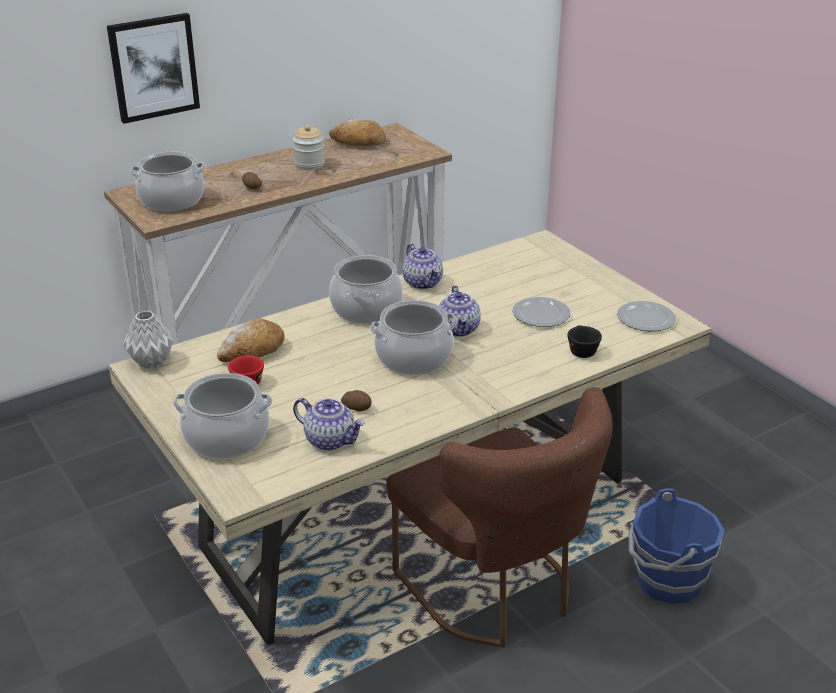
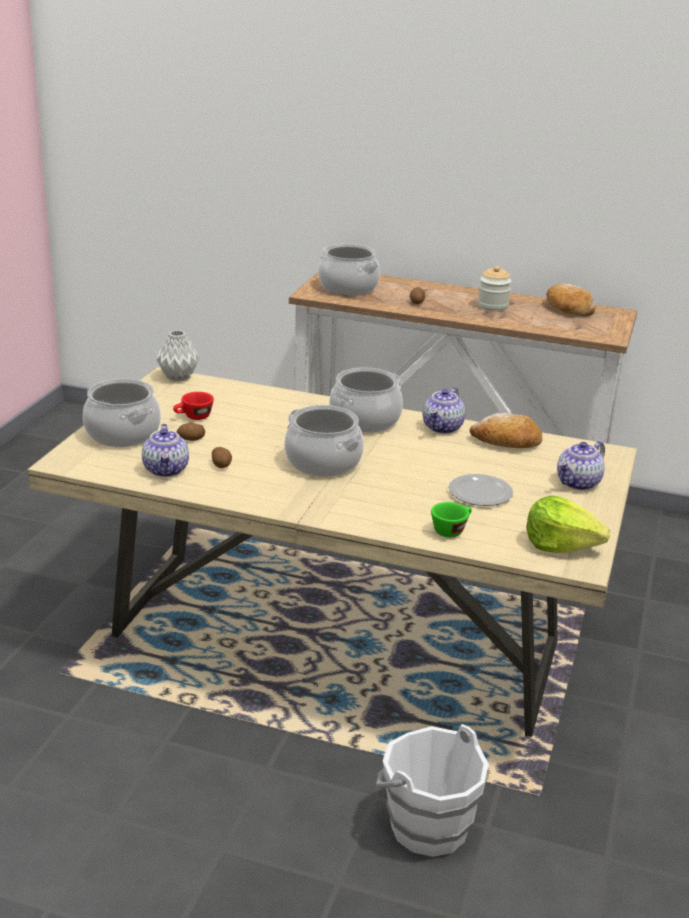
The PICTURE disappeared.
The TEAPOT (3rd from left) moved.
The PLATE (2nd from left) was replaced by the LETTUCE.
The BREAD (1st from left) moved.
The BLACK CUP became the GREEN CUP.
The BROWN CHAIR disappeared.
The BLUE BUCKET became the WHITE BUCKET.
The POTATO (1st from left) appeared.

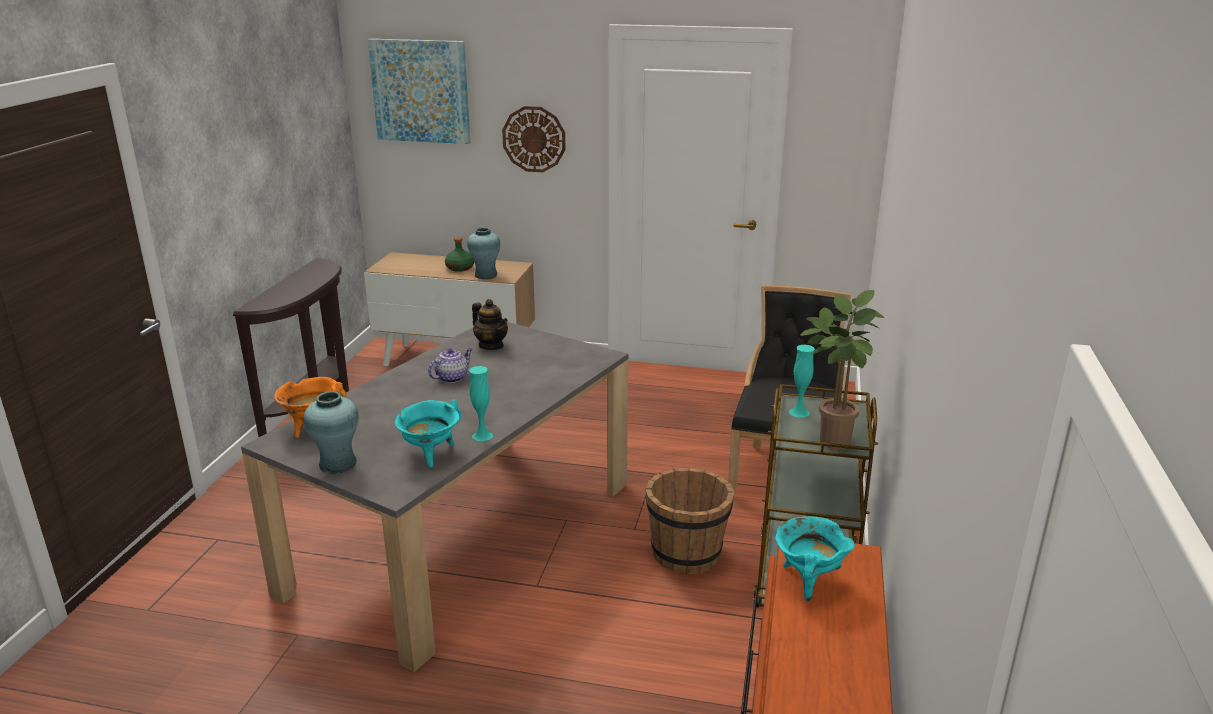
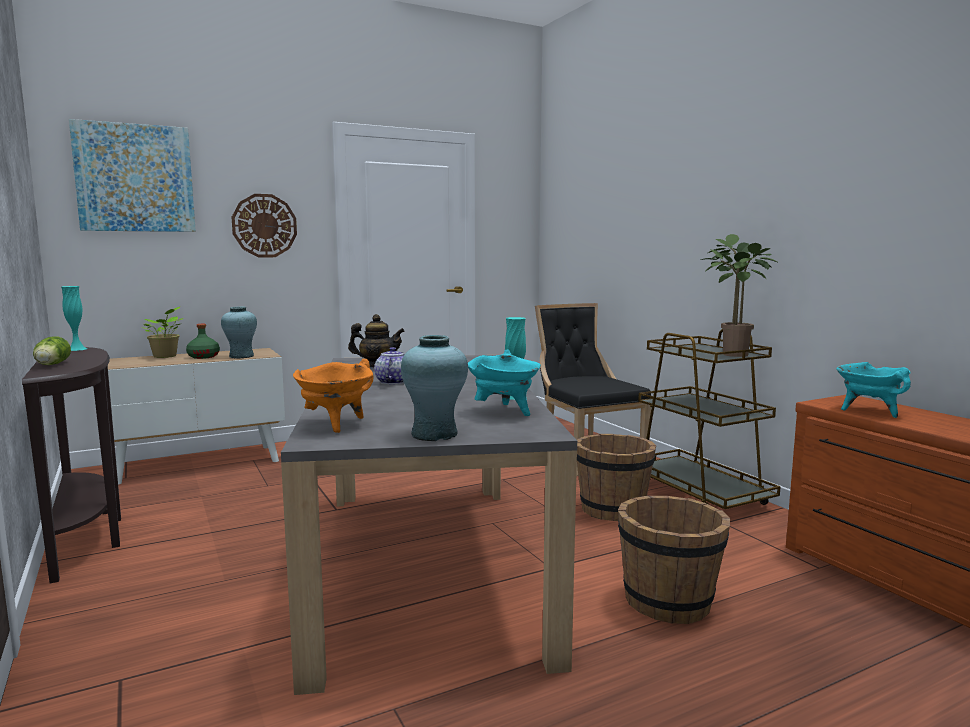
The TURQUOISE VASE (4th from left in the first image) moved.
The POTTED PLANT (1st from left) appeared.
The LETTUCE appeared.
The BROWN BUCKET (2nd from left) appeared.

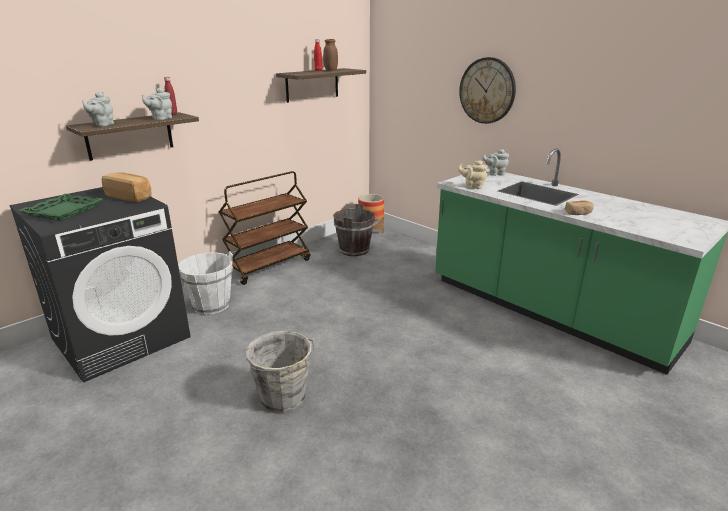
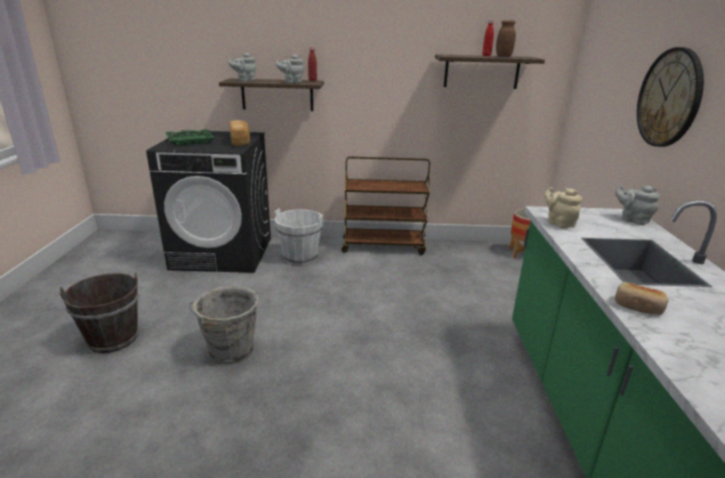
The BROWN BUCKET moved.

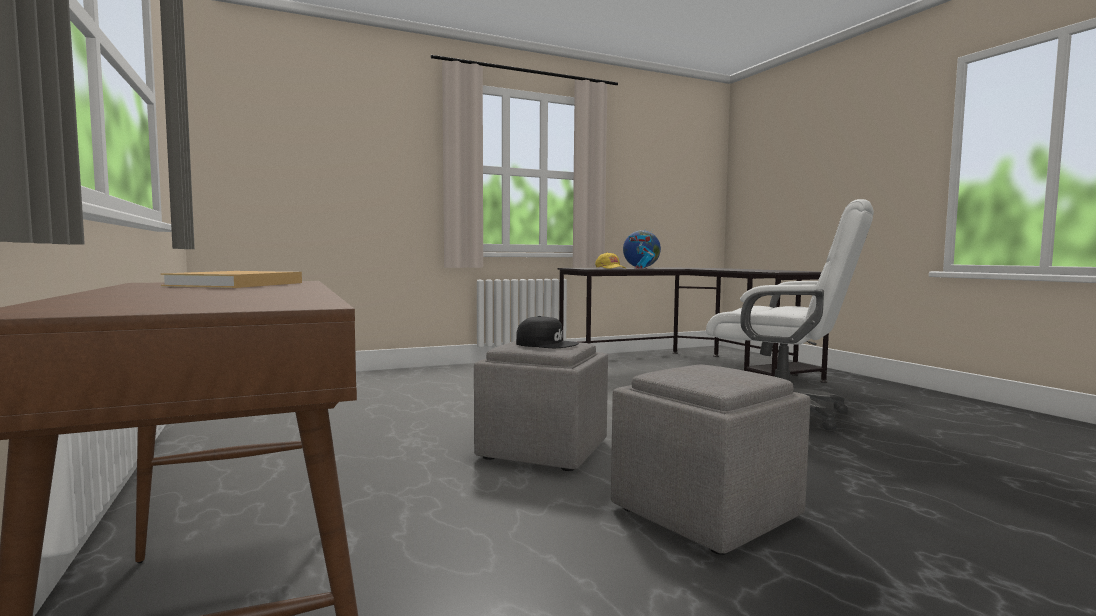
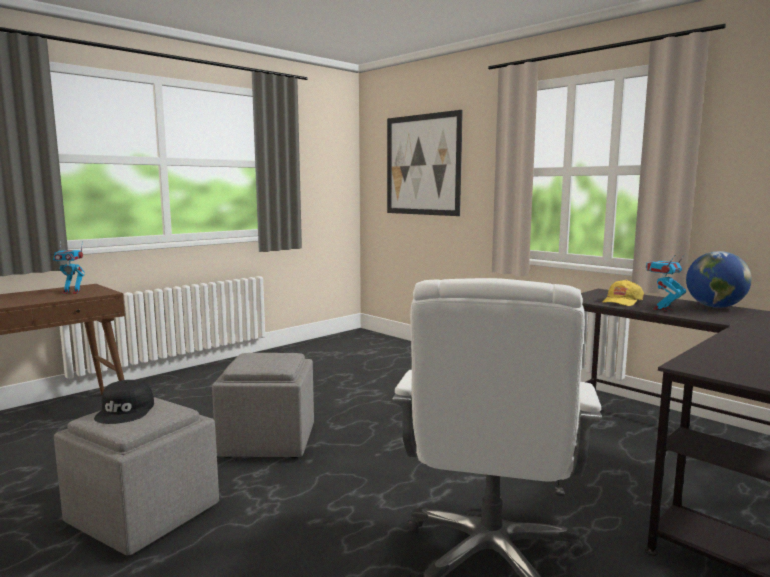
The BEIGE BOOK was replaced by the TOY ROBOT (1st from left).
The BLACK CAP moved.
The PICTURE appeared.

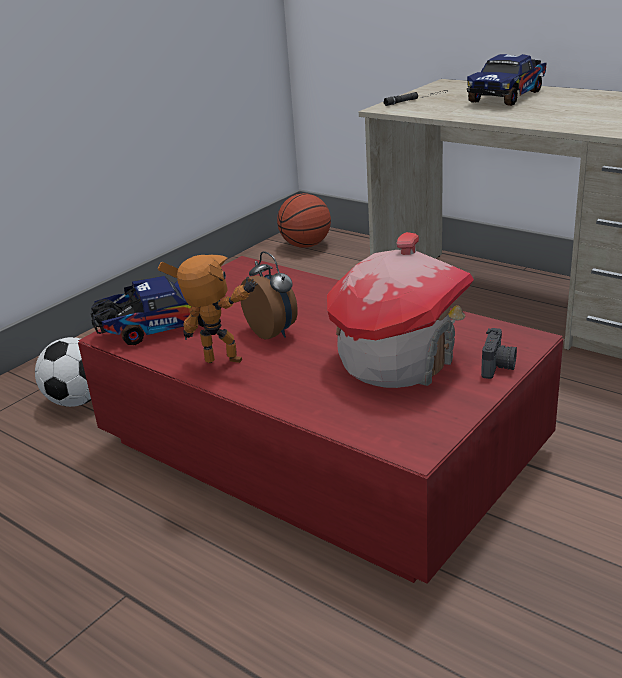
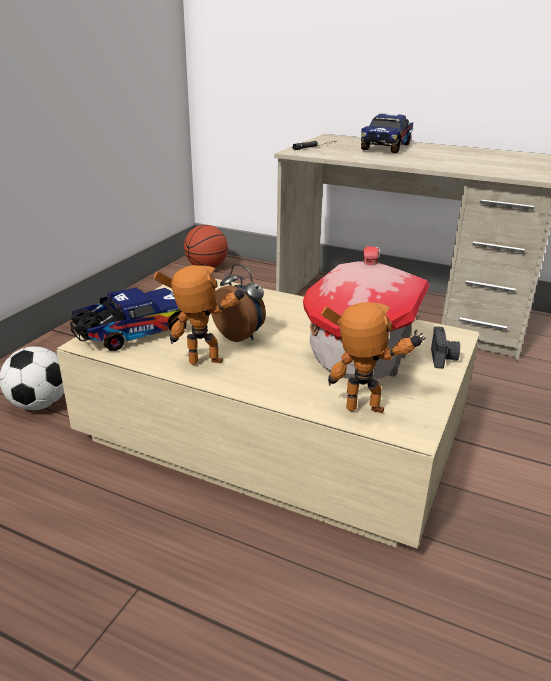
The RED COFFEE TABLE became the BEIGE COFFEE TABLE.
The TOY ROBOT (2nd from left) appeared.

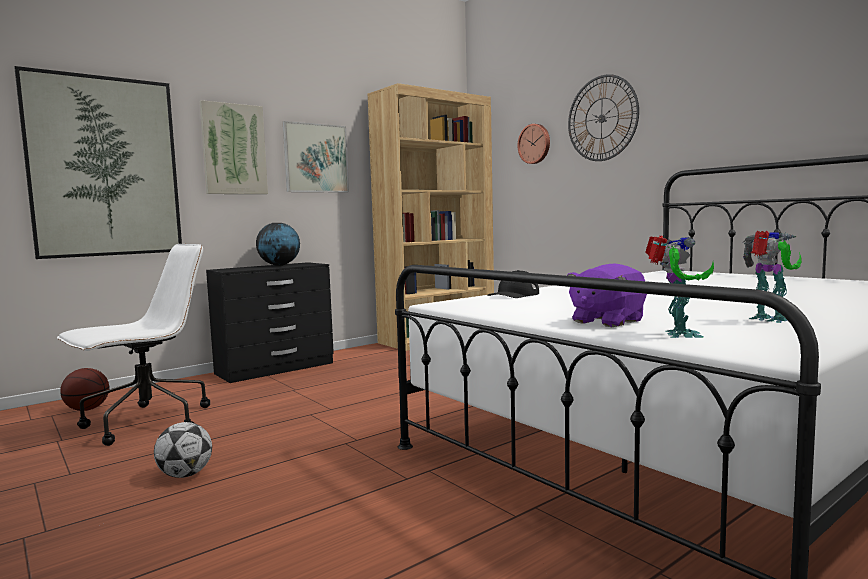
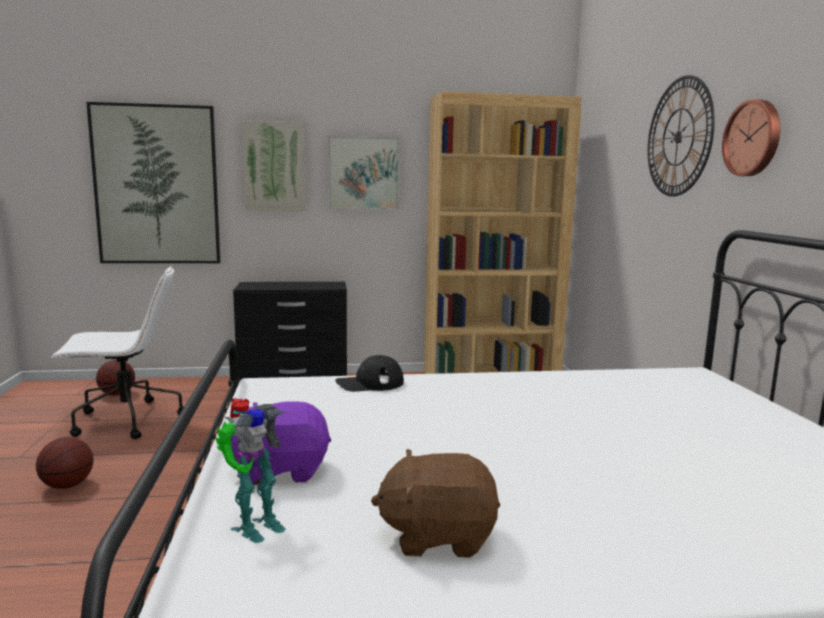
The WALL CLOCK (1st from left in the first image) moved.
The GLOBE disappeared.
The TOY ROBOT (2nd from left) was replaced by the BROWN PLUSH TOY.
The FOOTBALL was replaced by the BASKETBALL (1st from left).

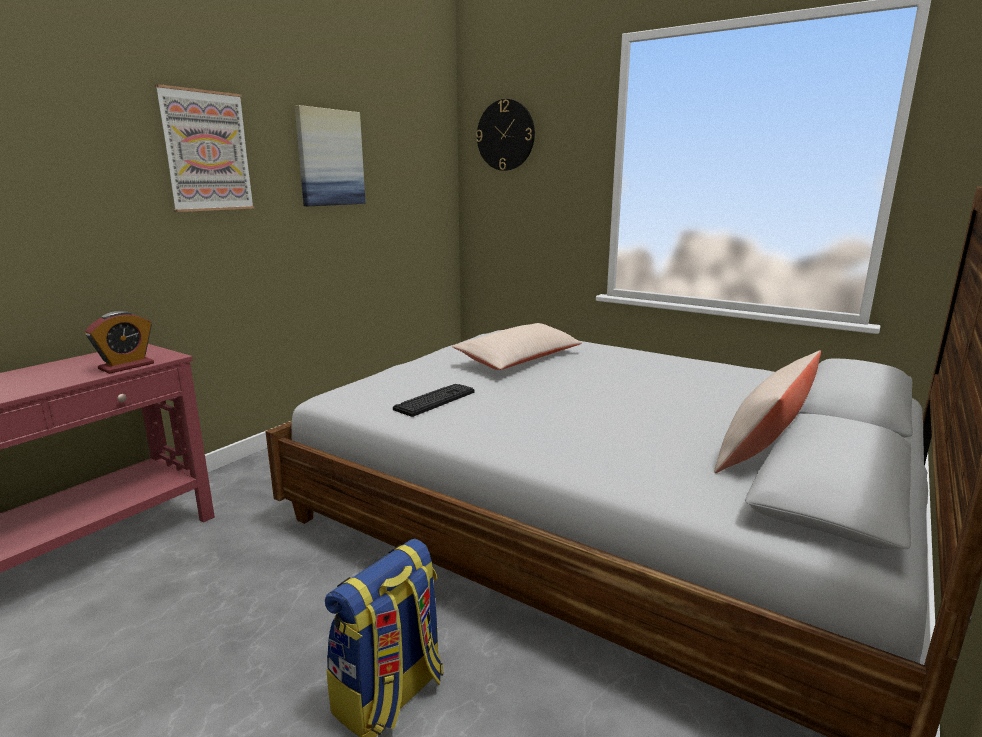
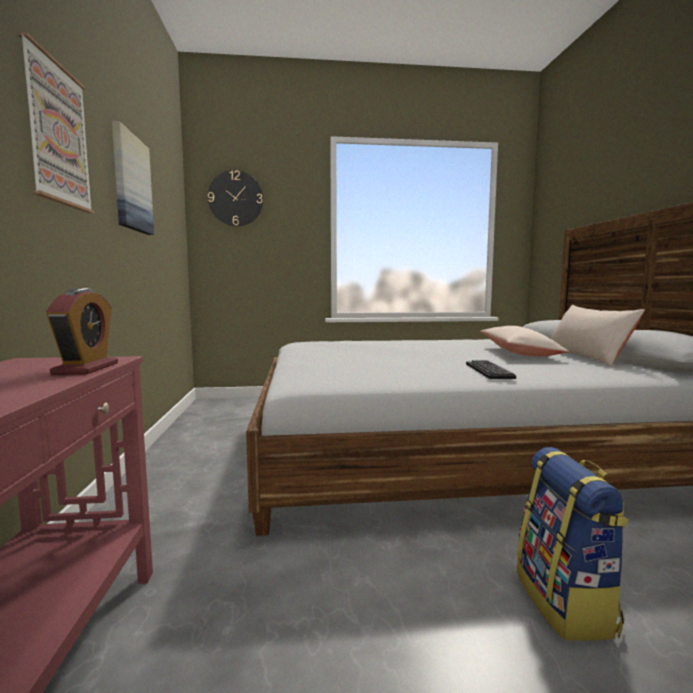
The BEIGE PILLOW (1st from left) moved.
The KEYBOARD moved.

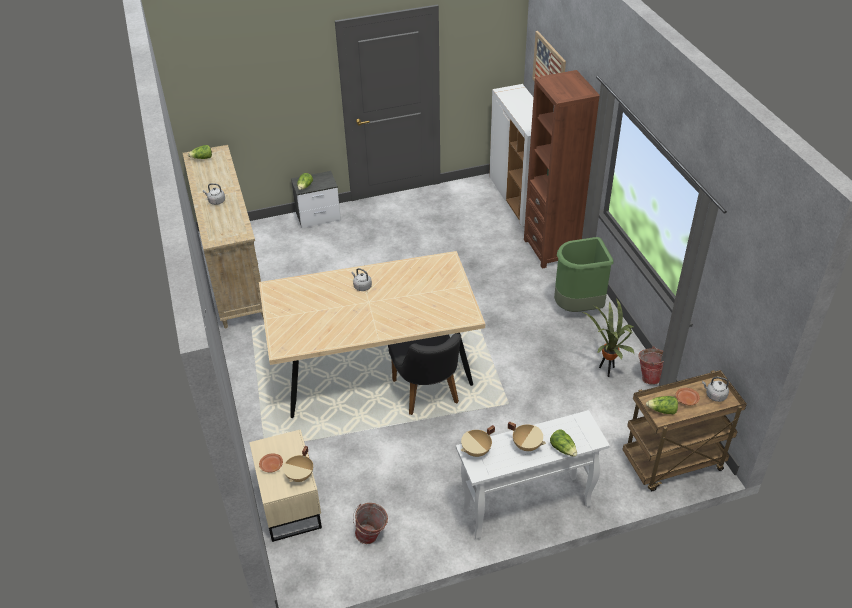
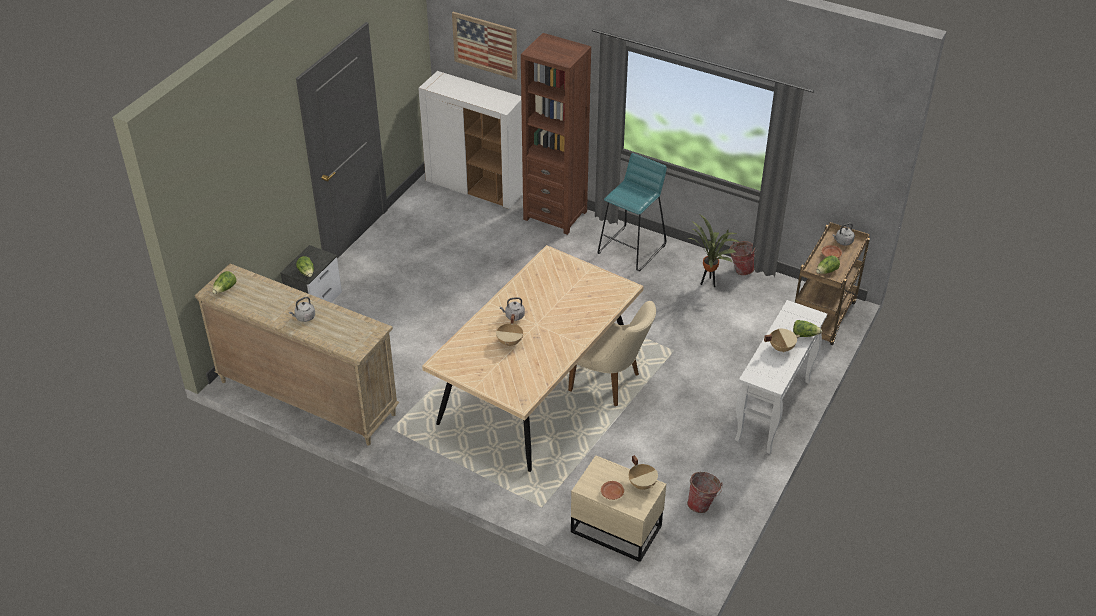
The GREEN TRASH CAN was replaced by the TURQUOISE STOOL.
The BLACK CHAIR became the BEIGE CHAIR.
The BEIGE COOKING POT (2nd from left in the first image) moved.

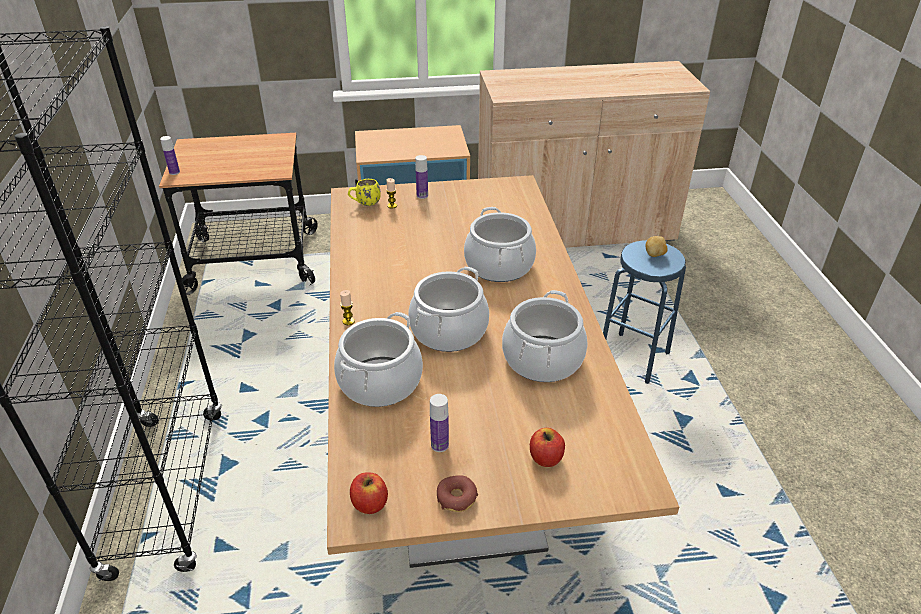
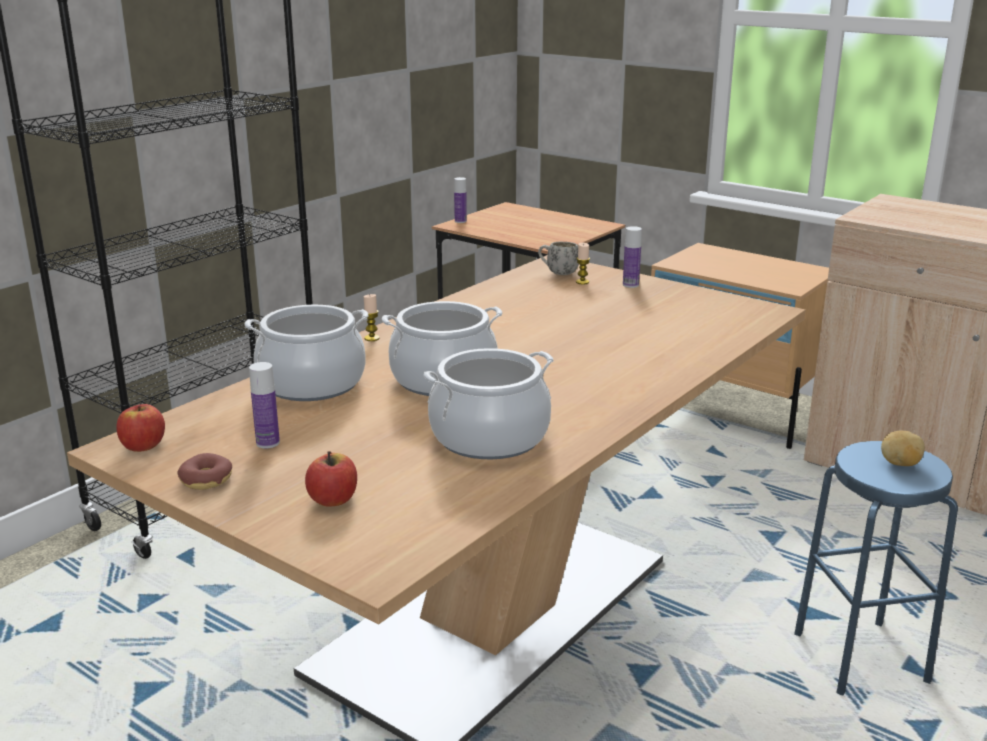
The YELLOW MUG became the WHITE MUG.
The COOKING POT (3rd from left) disappeared.

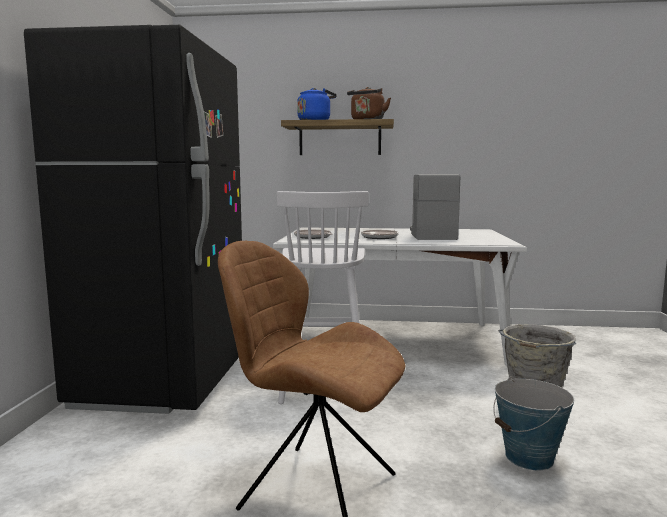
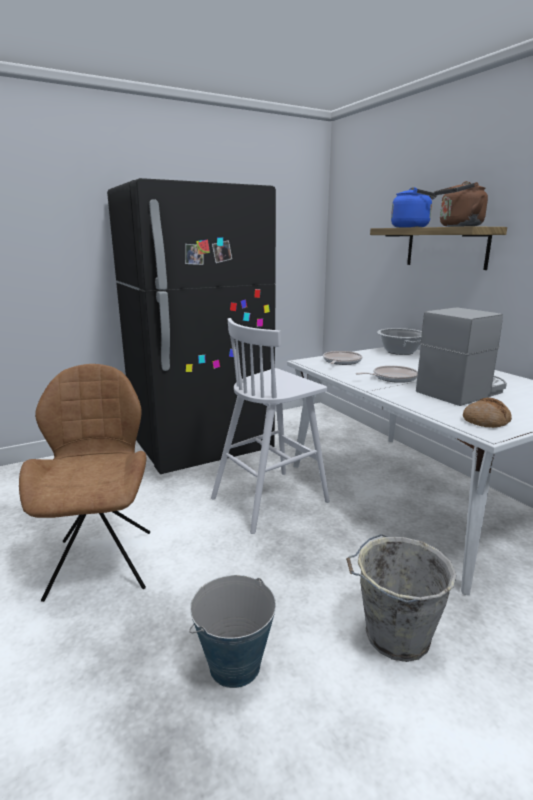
The COOKING POT appeared.
The BREAD appeared.

